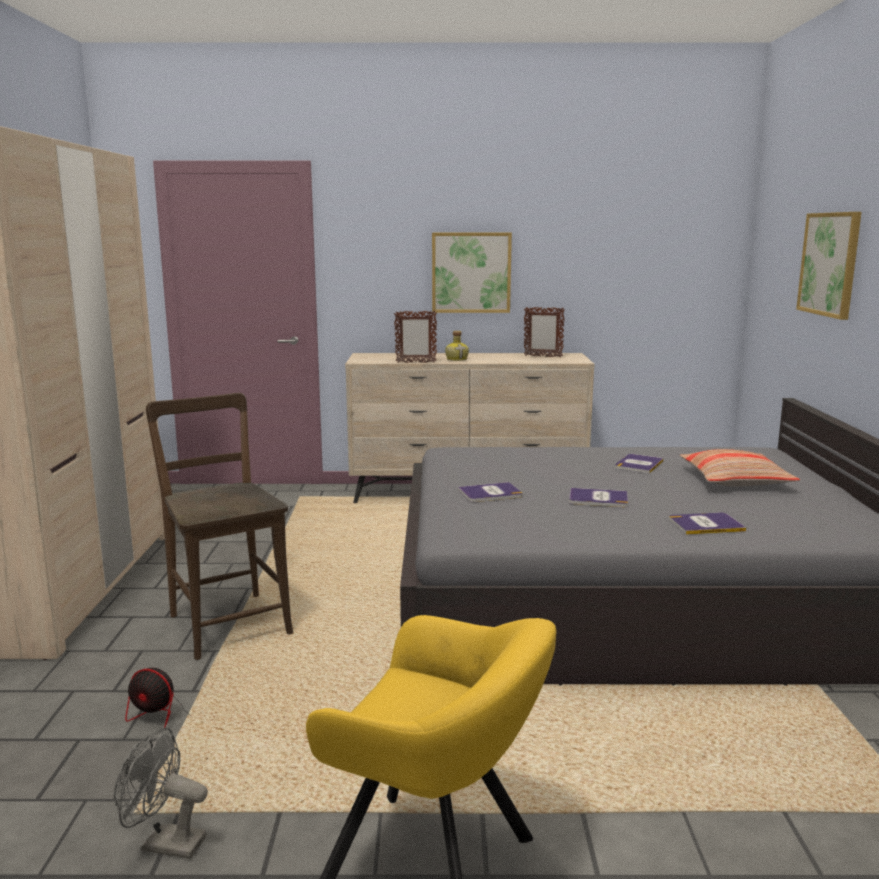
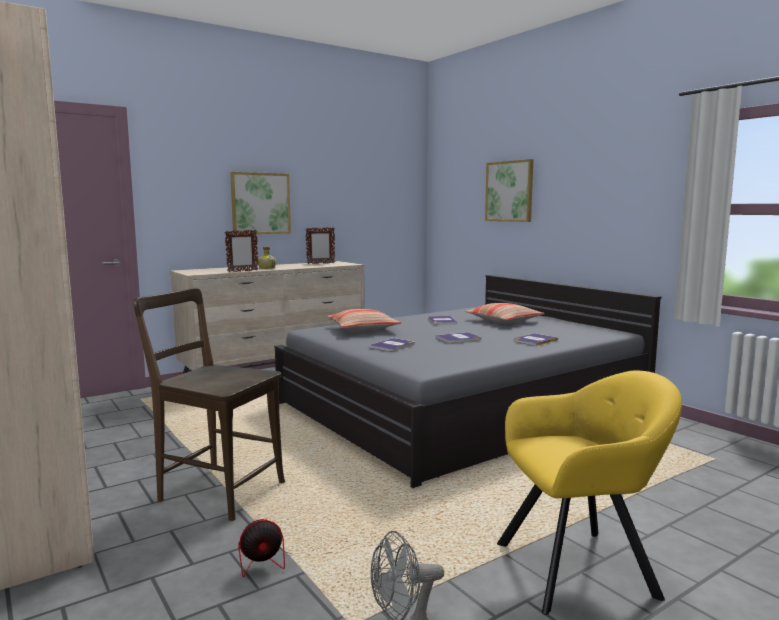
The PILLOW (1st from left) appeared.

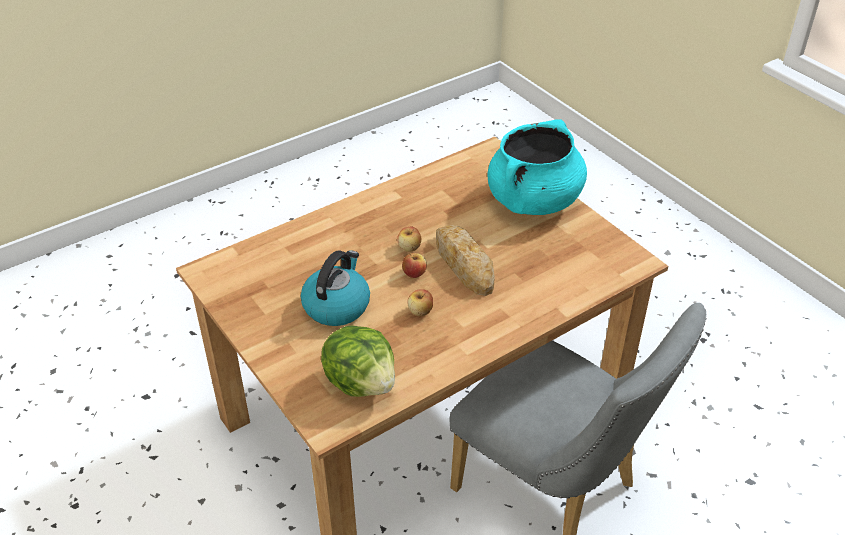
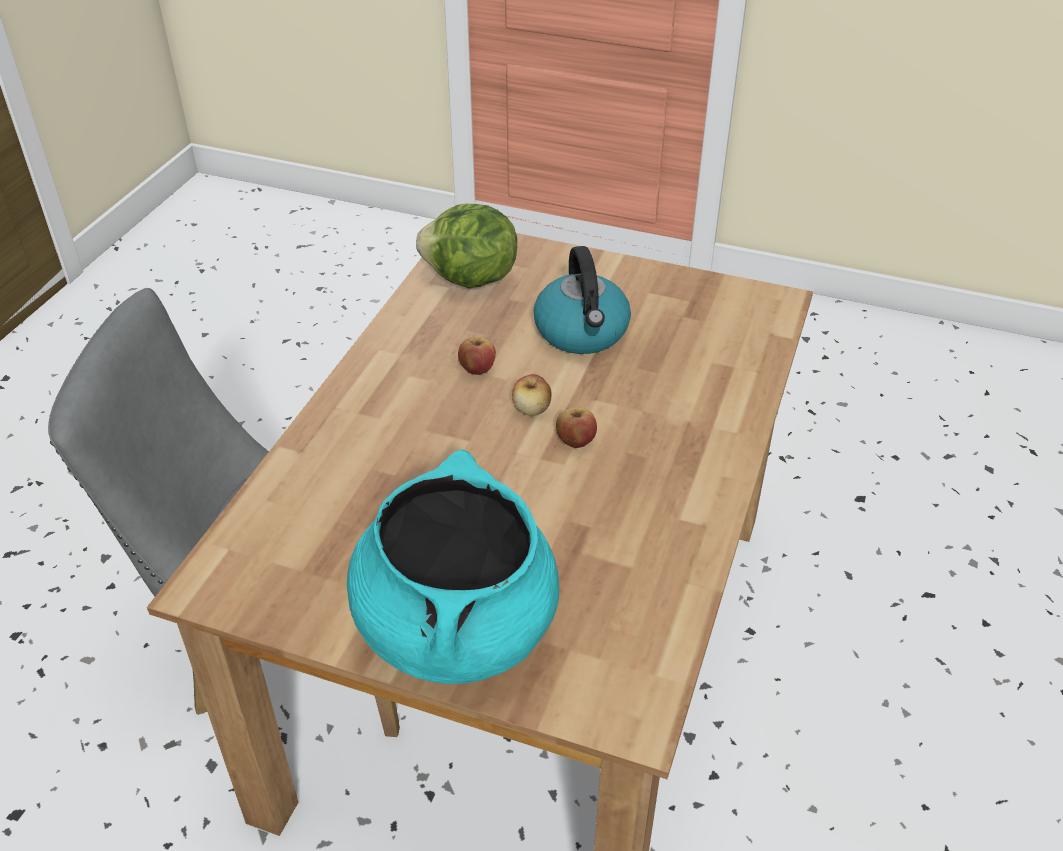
The BREAD disappeared.

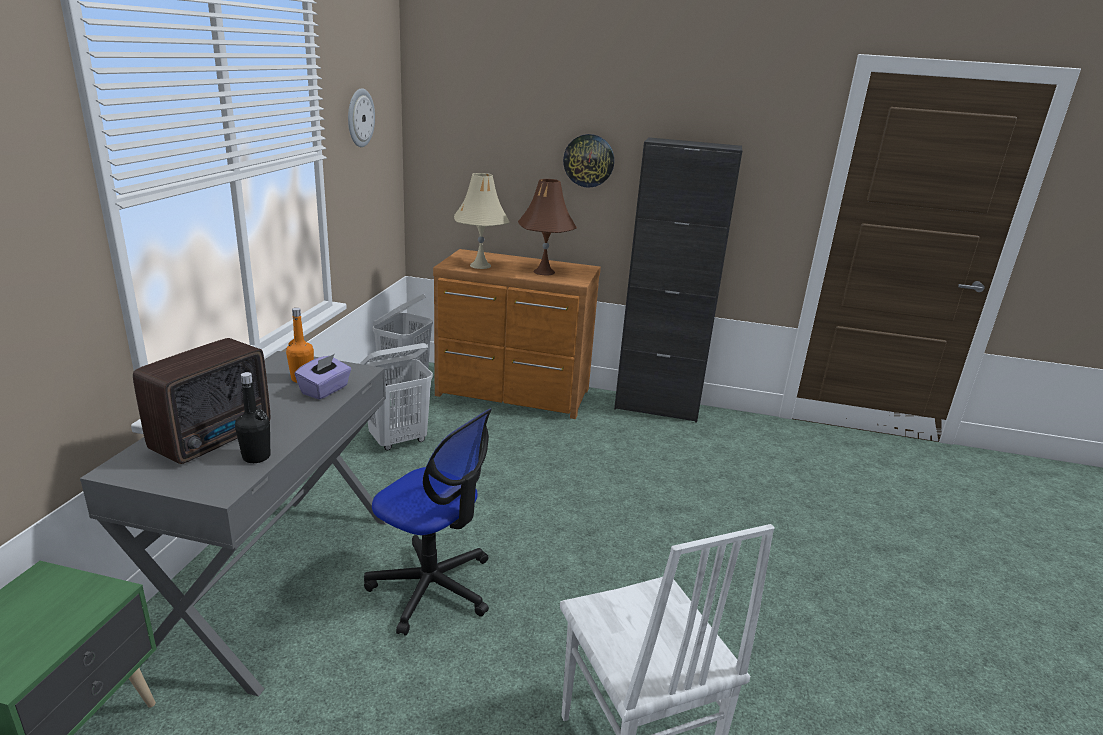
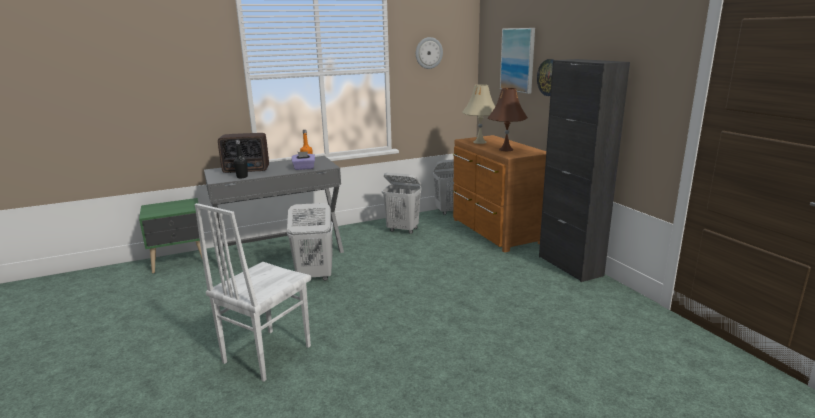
The OFFICE CHAIR was replaced by the WHITE LAUNDRY BASKET (1st from left).
The PICTURE appeared.

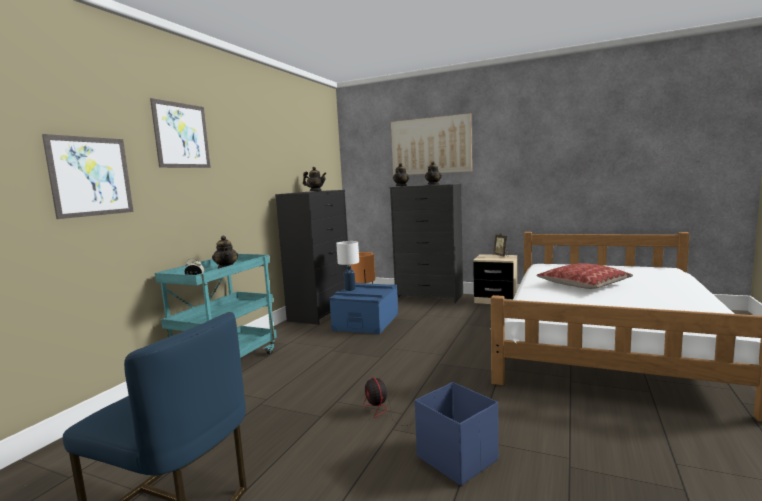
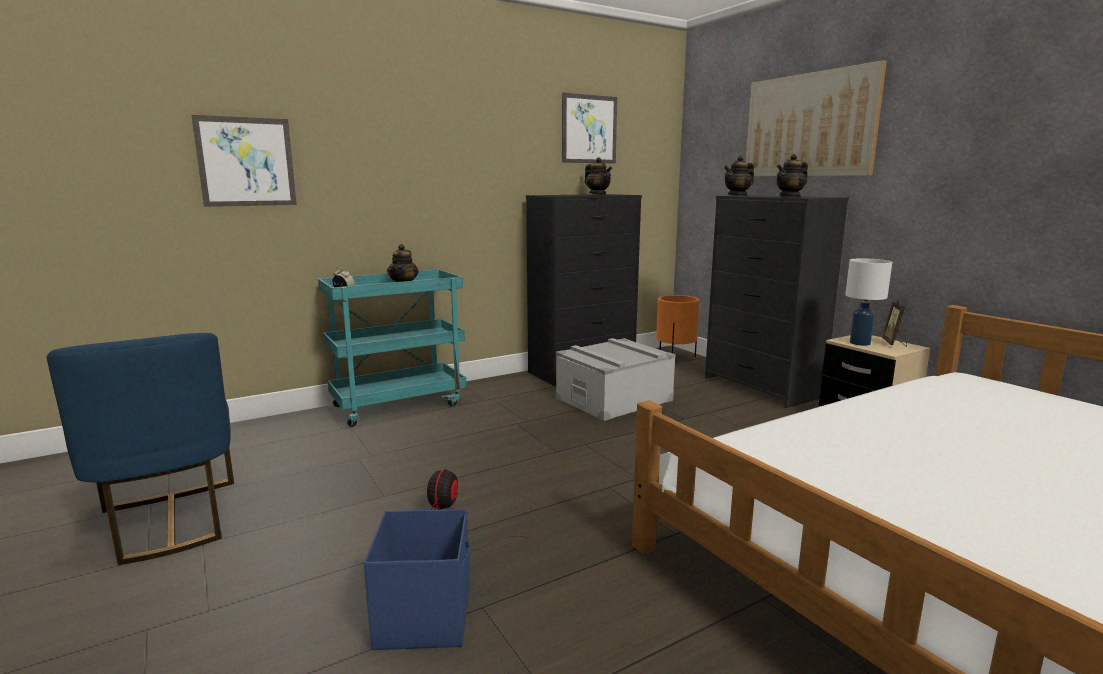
The PICTURE (2nd from left) moved.
The WHITE TABLE LAMP moved.
The PILLOW disappeared.
The BLUE STORAGE BOX (1st from left) became the GREY STORAGE BOX.

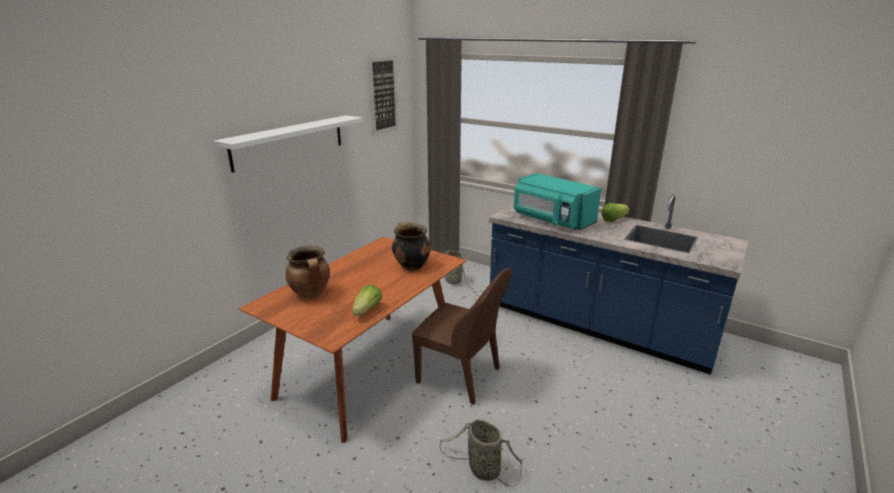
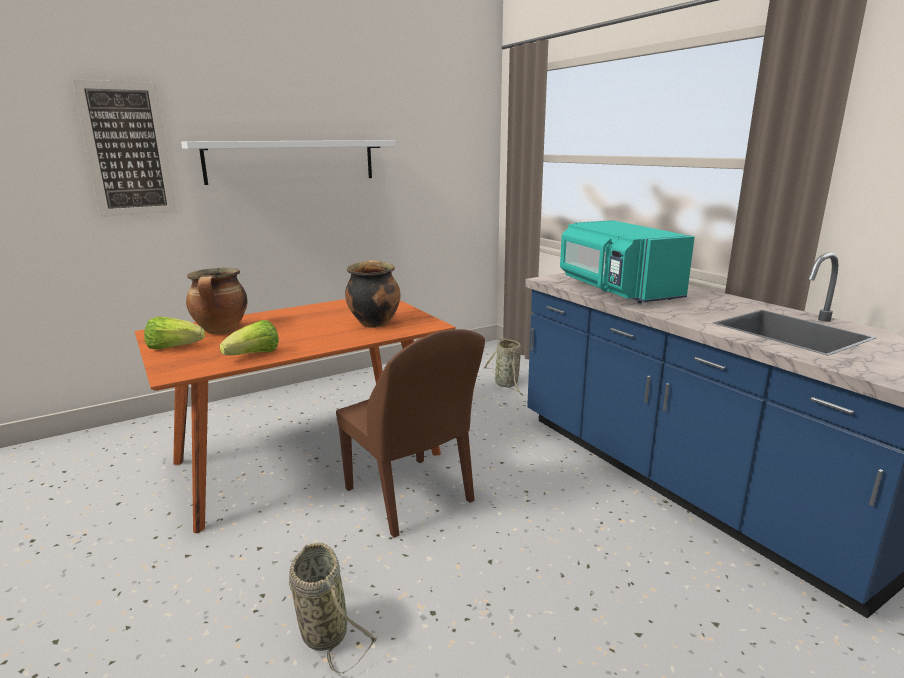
The PICTURE moved.
The LETTUCE (2nd from left in the first image) moved.

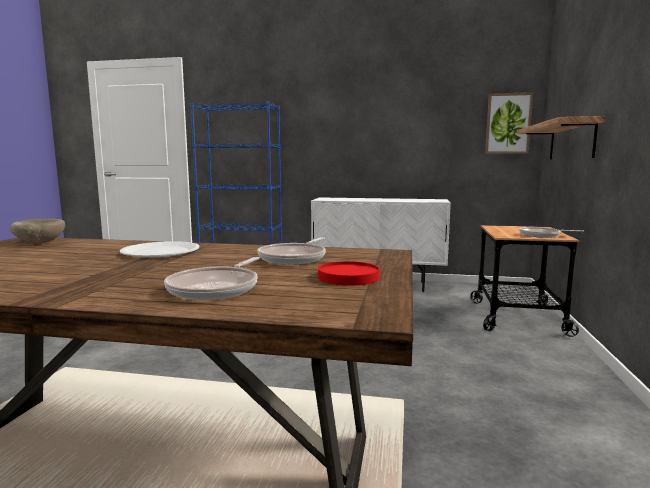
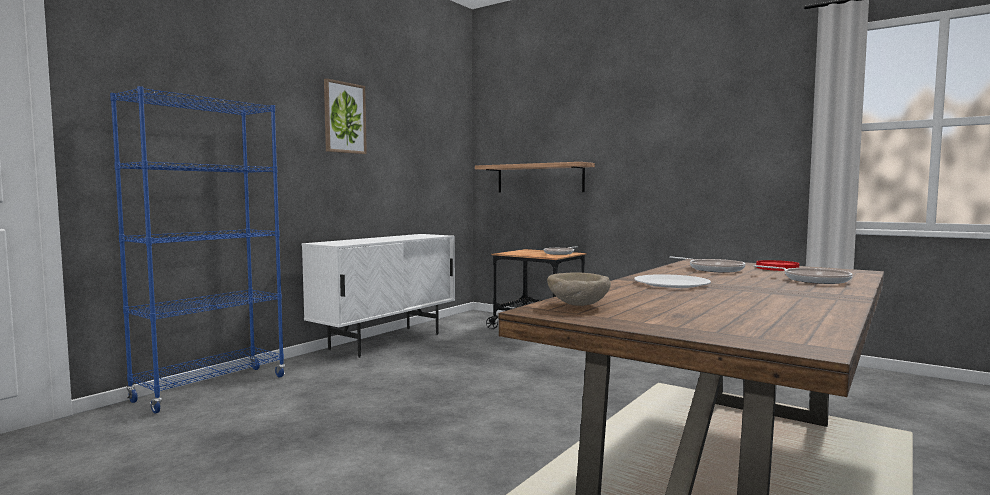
The PICTURE moved.

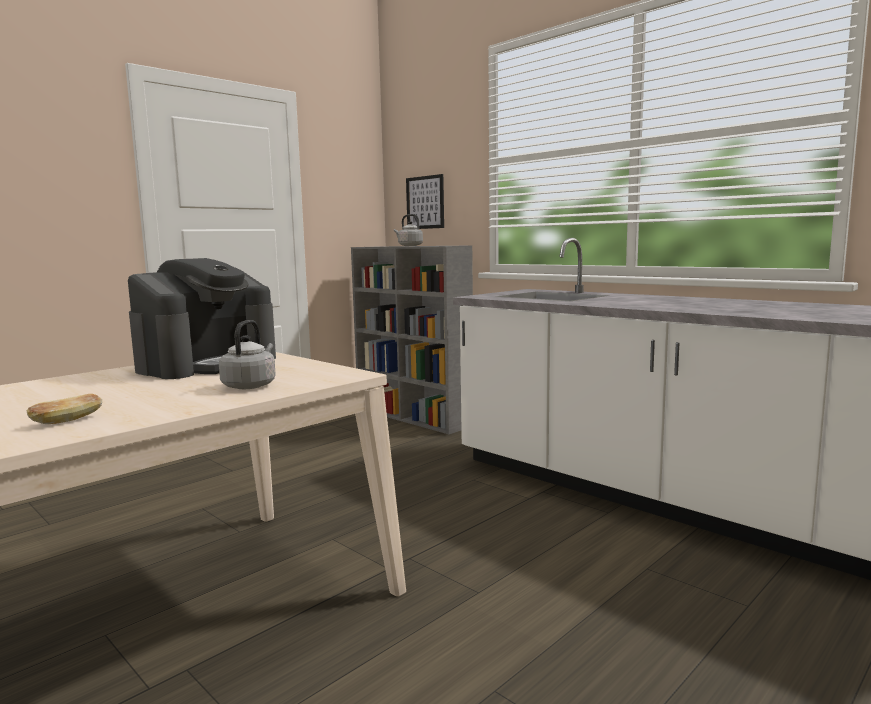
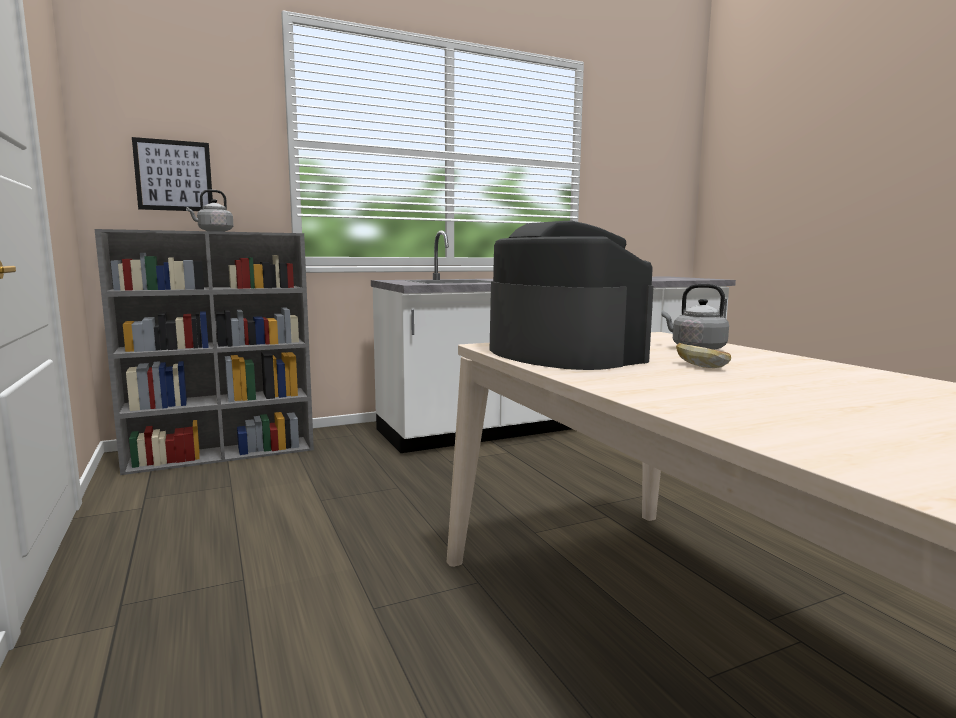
The BREAD moved.

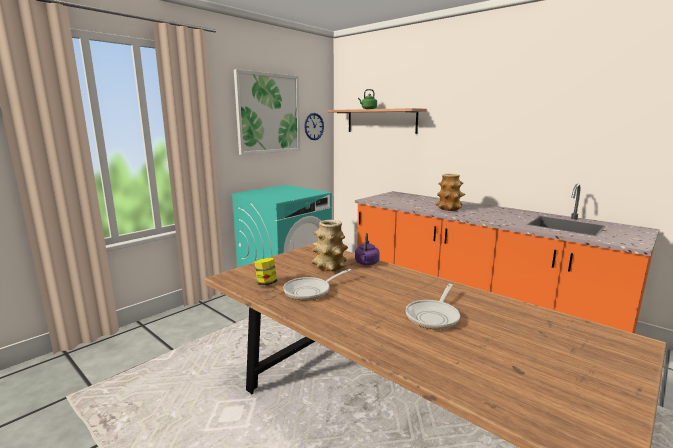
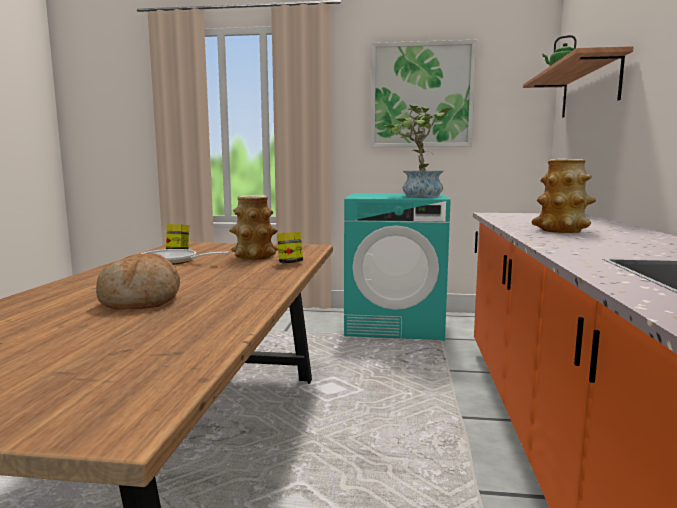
The WALL CLOCK disappeared.
The PURPLE KETTLE was replaced by the JAR (2nd from left).
The FRYING PAN (2nd from left) was replaced by the BREAD.
The POTTED PLANT appeared.

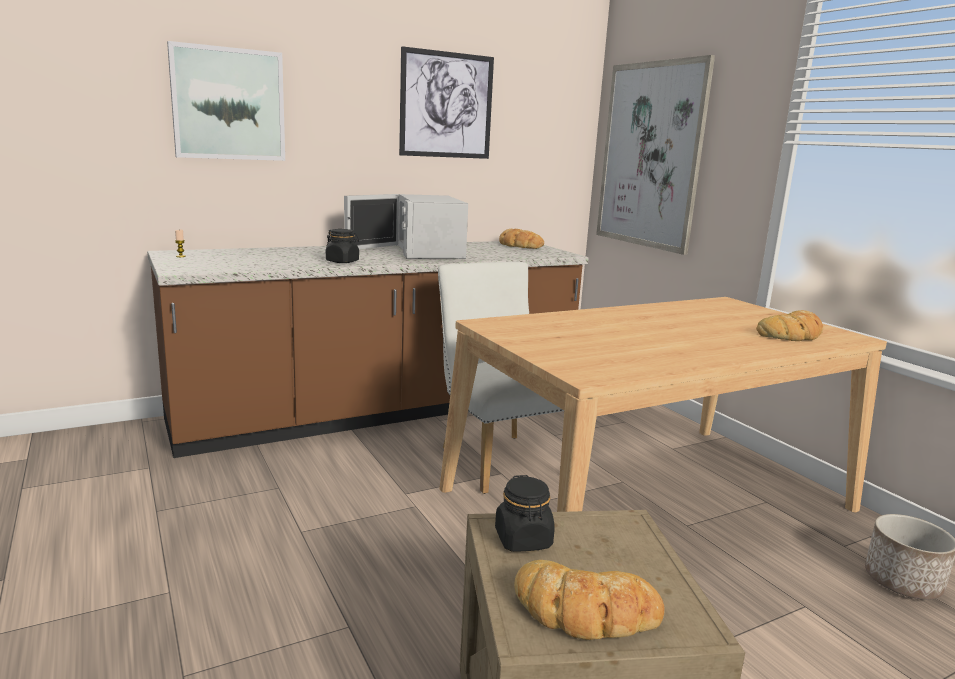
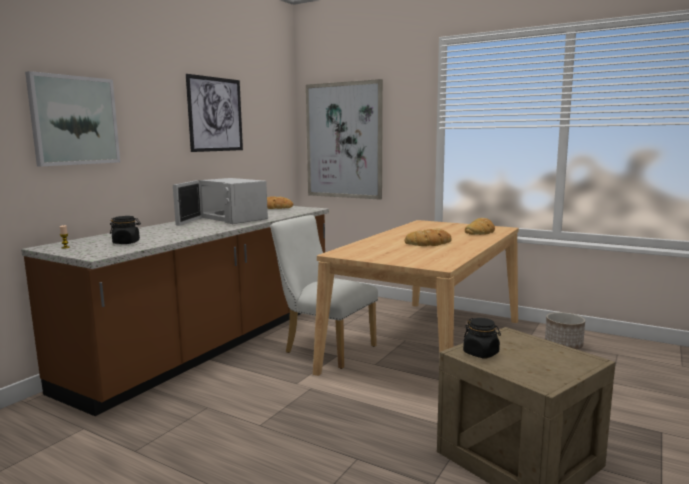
The BLACK JAR (1st from left) moved.
The BREAD (2nd from left) moved.

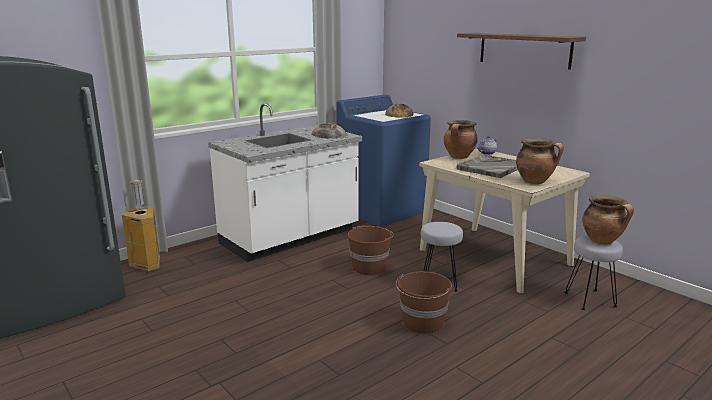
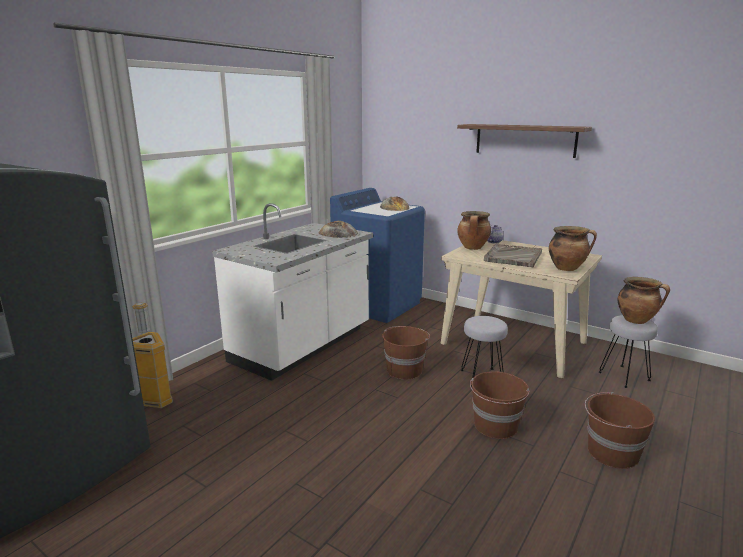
The BROWN BUCKET (3rd from left) appeared.

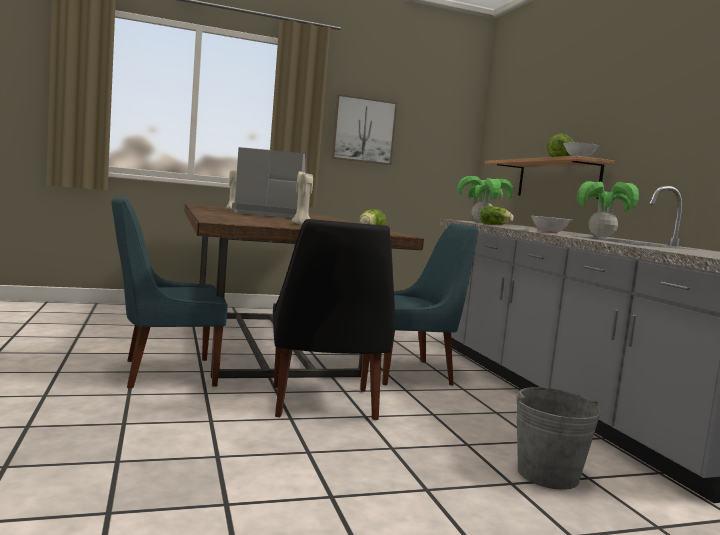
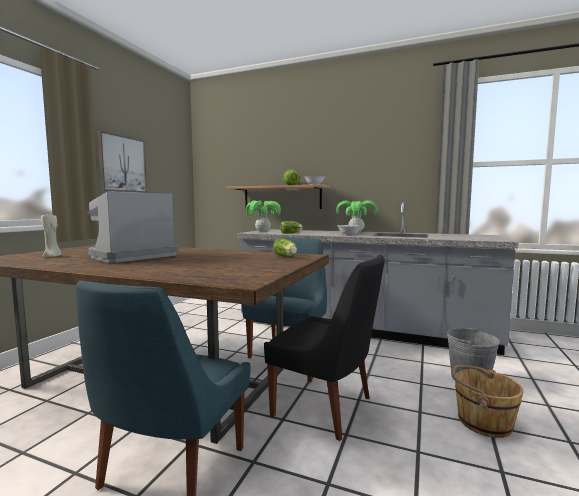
The BEIGE CANDLE (2nd from left) disappeared.
The BROWN BUCKET appeared.

